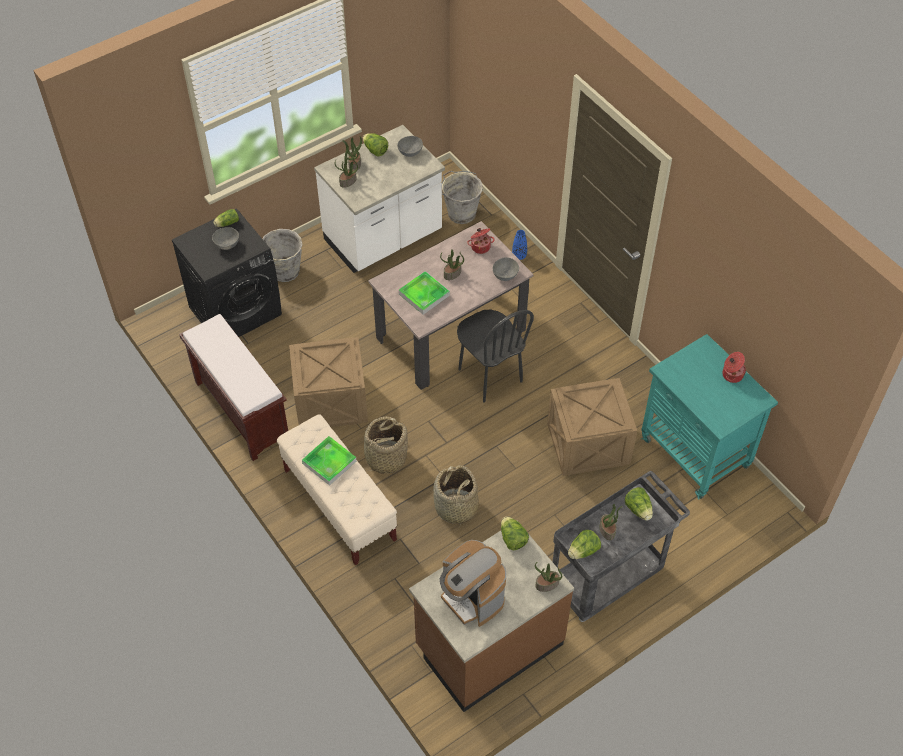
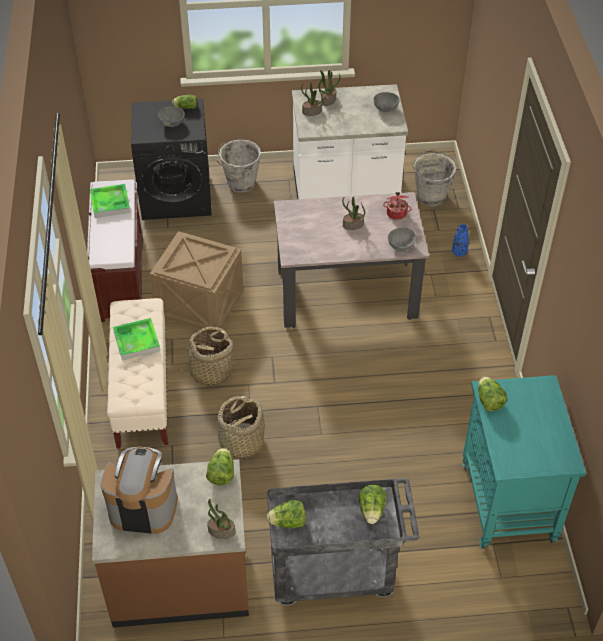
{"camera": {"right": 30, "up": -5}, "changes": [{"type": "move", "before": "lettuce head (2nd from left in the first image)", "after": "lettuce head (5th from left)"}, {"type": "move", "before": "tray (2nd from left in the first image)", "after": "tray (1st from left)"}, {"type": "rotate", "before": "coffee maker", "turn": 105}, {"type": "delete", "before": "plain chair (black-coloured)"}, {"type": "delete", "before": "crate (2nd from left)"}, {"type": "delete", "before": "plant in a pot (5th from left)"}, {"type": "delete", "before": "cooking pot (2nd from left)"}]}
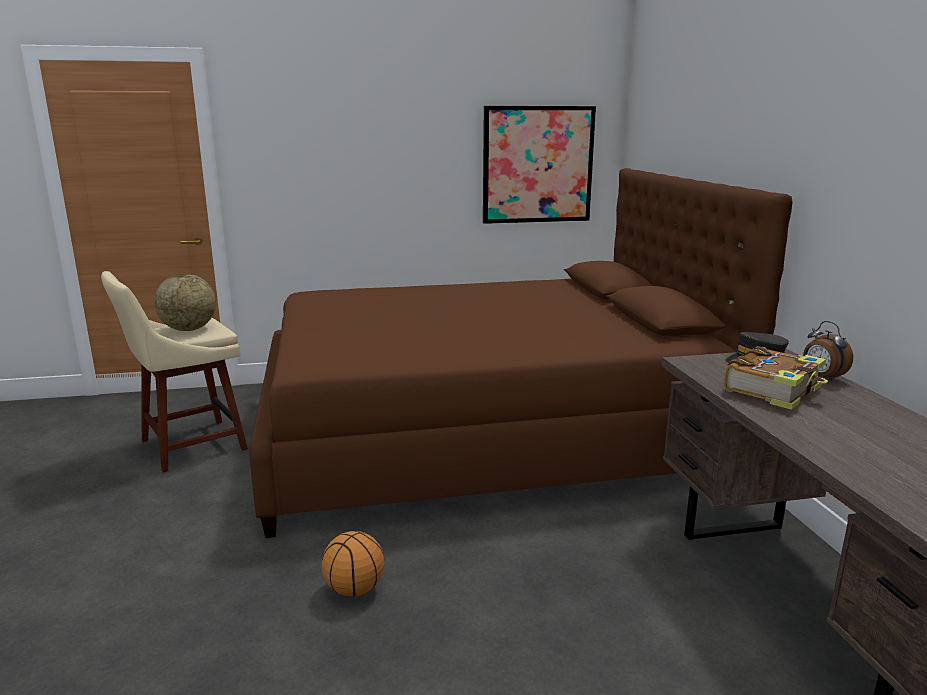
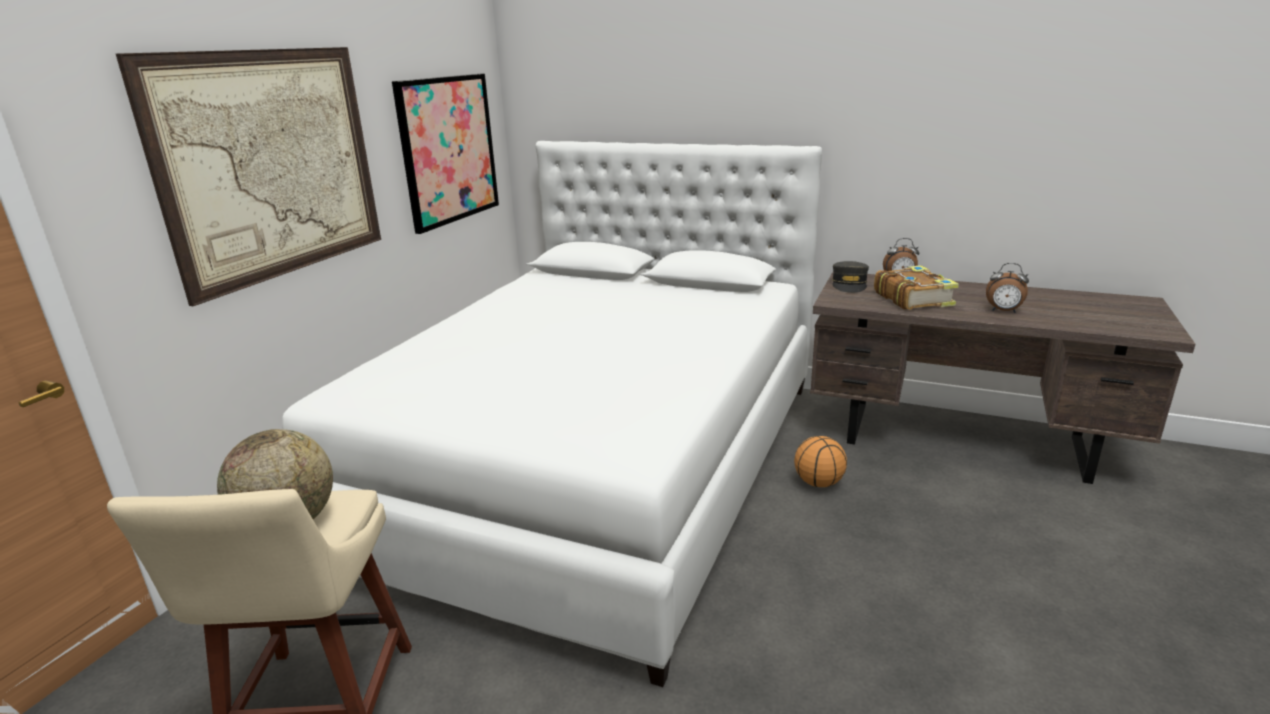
{"camera": {"right": -55, "up": 5}, "changes": [{"type": "recolor", "before": "bedroom bed (brown)", "after": "bedroom bed (whitish)"}, {"type": "move", "before": "basketball"}, {"type": "insert", "after": "picture (1st from left)"}, {"type": "insert", "after": "table clock (2nd from left)"}]}
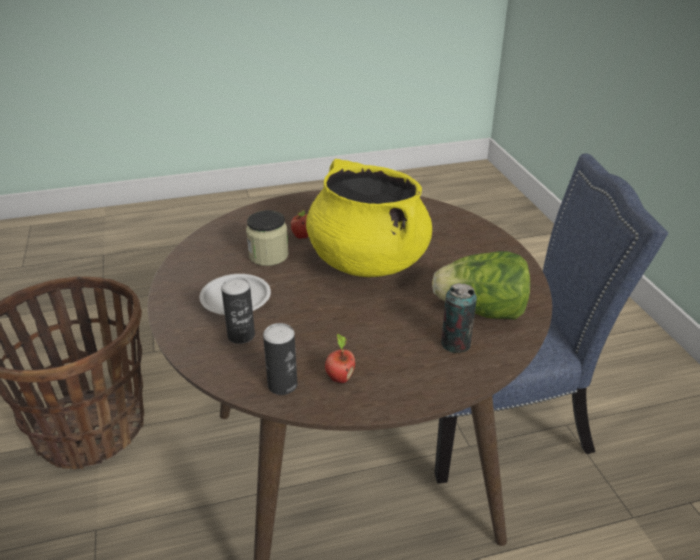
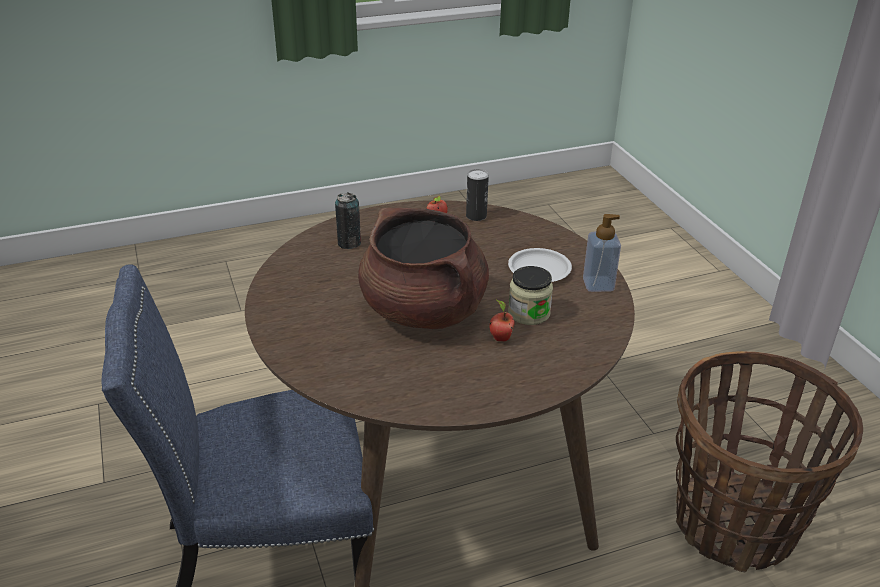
{"camera": {"right": 175, "up": 0}, "changes": [{"type": "delete", "before": "sealed can (1st from left)"}, {"type": "recolor", "before": "cooking pot (yellow-coloured)", "after": "cooking pot (brown)"}, {"type": "delete", "before": "lettuce head"}, {"type": "insert", "after": "liquid soap bottle"}]}
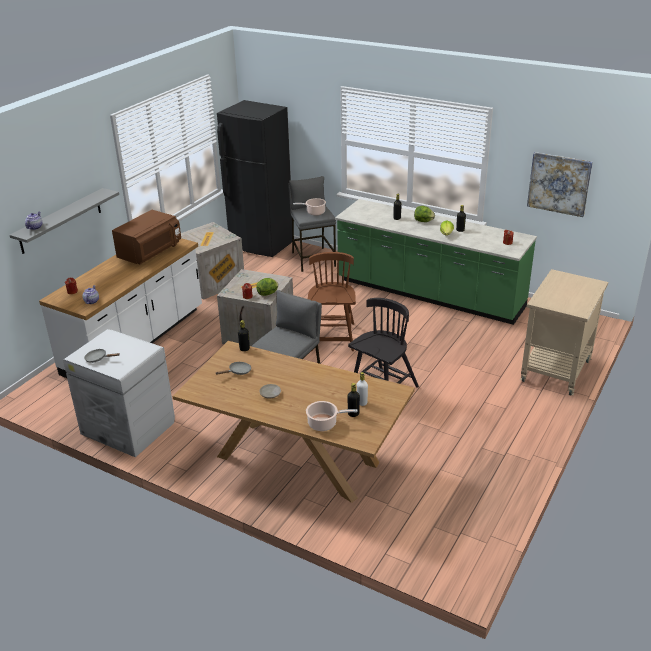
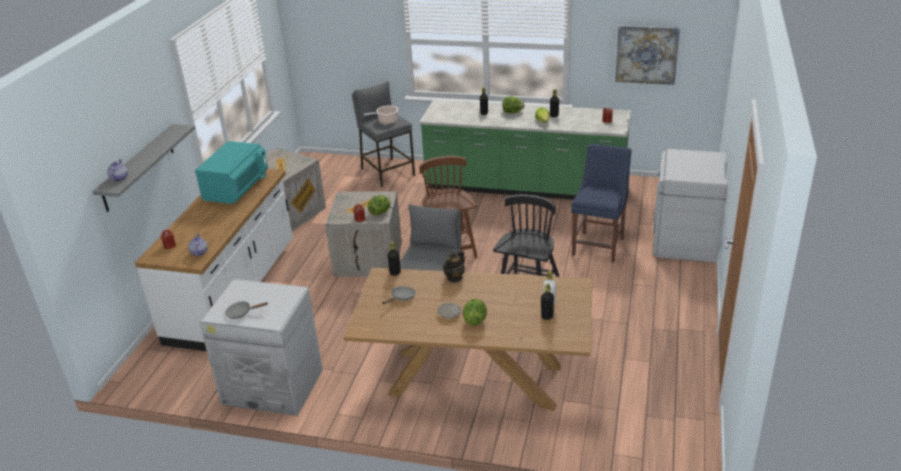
{"camera": {"right": -15, "up": 0}, "changes": [{"type": "recolor", "before": "microwave (brown)", "after": "microwave (turquoise-coloured)"}, {"type": "delete", "before": "refrigerator (black-coloured)"}, {"type": "delete", "before": "cooking pot (2nd from left)"}, {"type": "replace", "before": "cart (beige-coloured)", "after": "laundry appliance (whitish) (2nd from left)"}, {"type": "insert", "after": "teapot (3rd from left)"}, {"type": "insert", "after": "lettuce head (2nd from left)"}, {"type": "insert", "after": "plain chair (bluish)"}]}
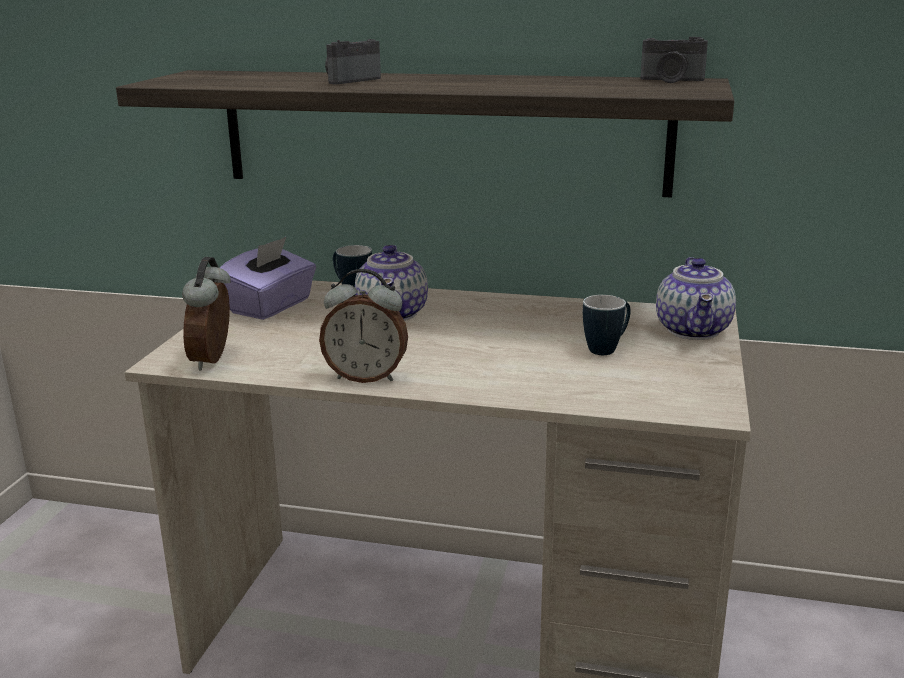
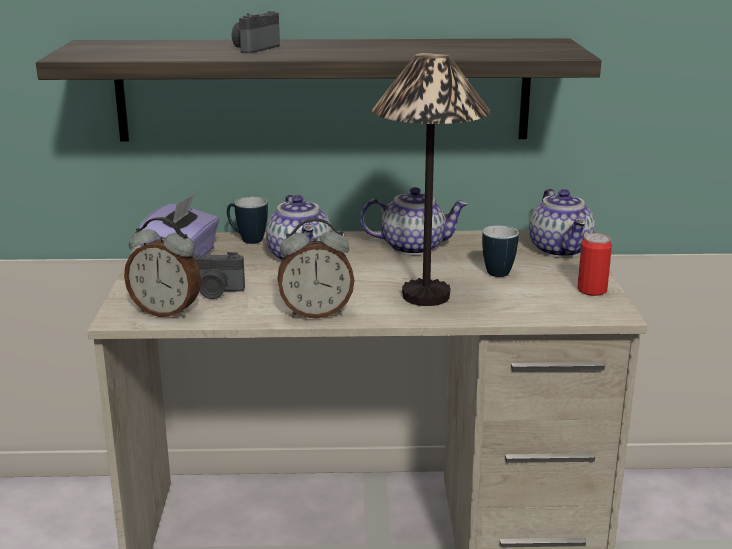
{"camera": {"right": -15, "up": 0}, "changes": [{"type": "rotate", "before": "table clock (1st from left)", "turn": -60}, {"type": "move", "before": "still camera (2nd from left in the first image)", "after": "still camera (1st from left)"}, {"type": "insert", "after": "teapot (2nd from left)"}, {"type": "insert", "after": "tabletop lamp"}, {"type": "insert", "after": "sealed can"}]}
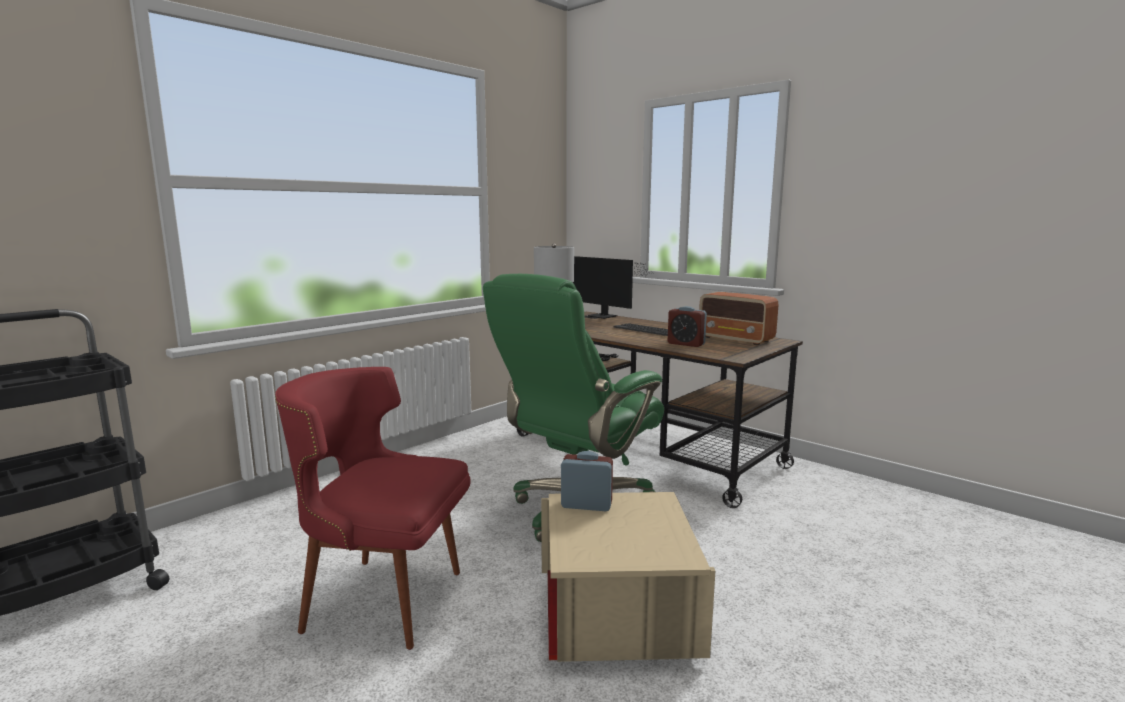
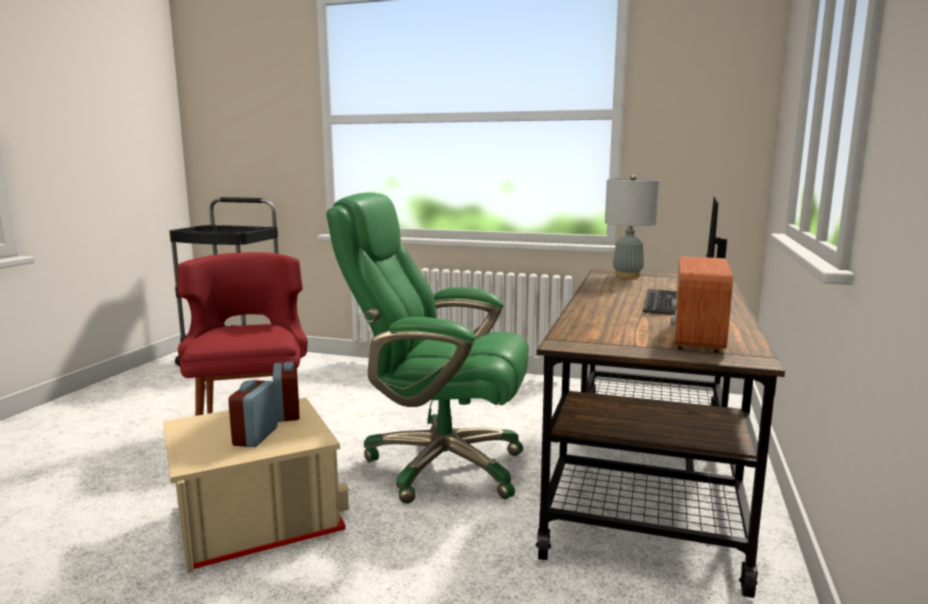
{"camera": {"right": 65, "up": 0}, "changes": [{"type": "move", "before": "table clock (2nd from left in the first image)", "after": "table clock (1st from left)"}]}
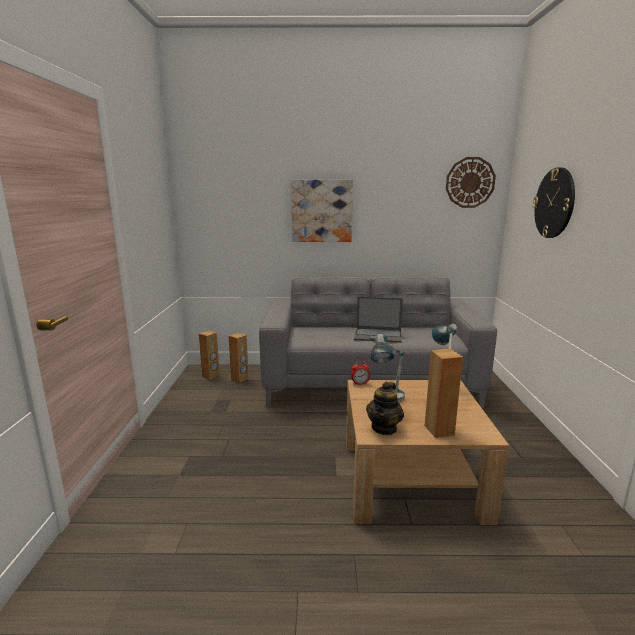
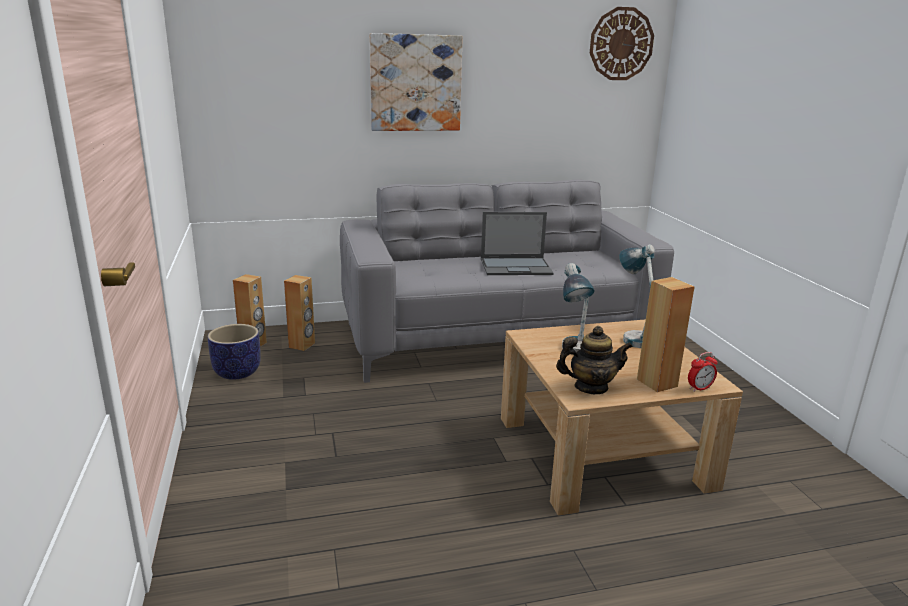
{"camera": {"right": -15, "up": 5}, "changes": [{"type": "move", "before": "table clock"}, {"type": "rotate", "before": "teapot", "turn": -105}, {"type": "delete", "before": "clock on the wall (2nd from left)"}, {"type": "insert", "after": "plant pot"}]}
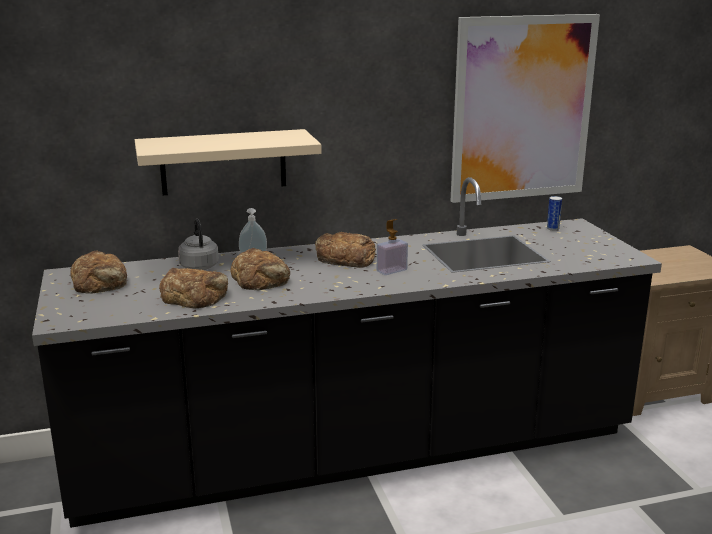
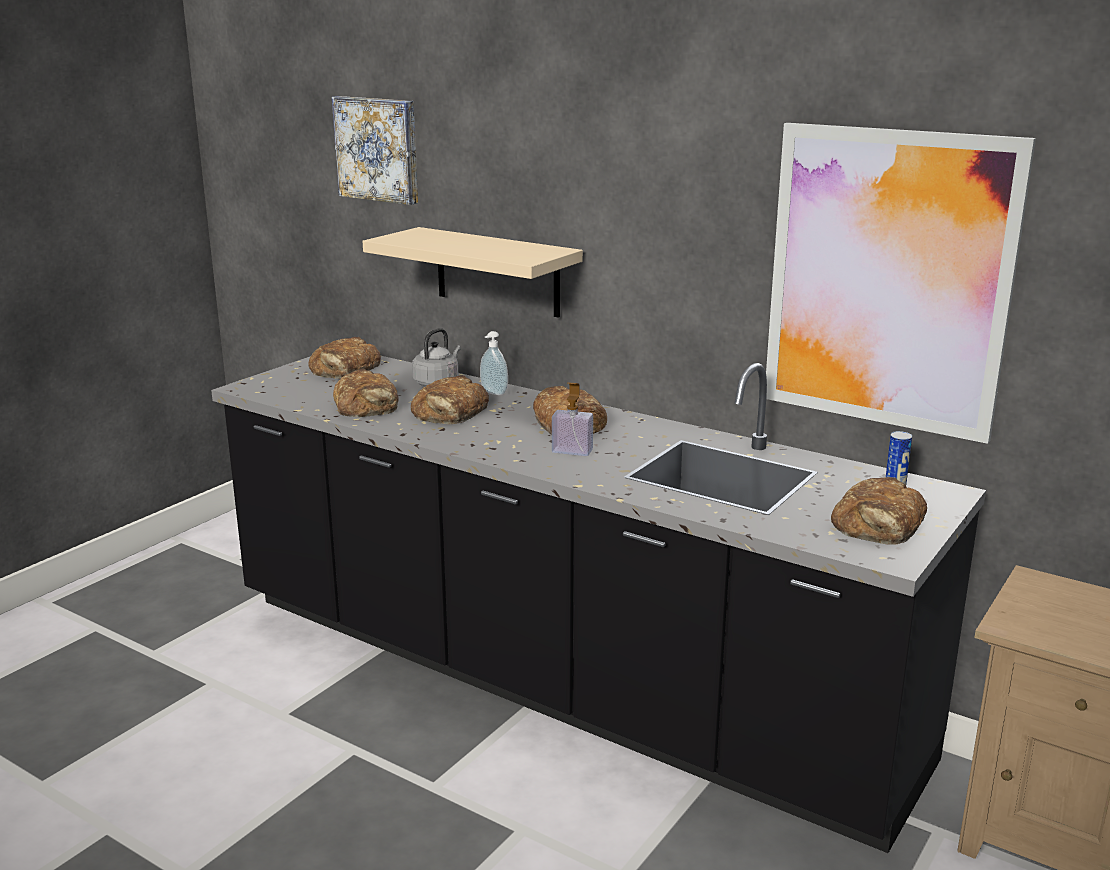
{"camera": {"right": 50, "up": 0}, "changes": [{"type": "insert", "after": "picture (1st from left)"}, {"type": "insert", "after": "bread (5th from left)"}]}
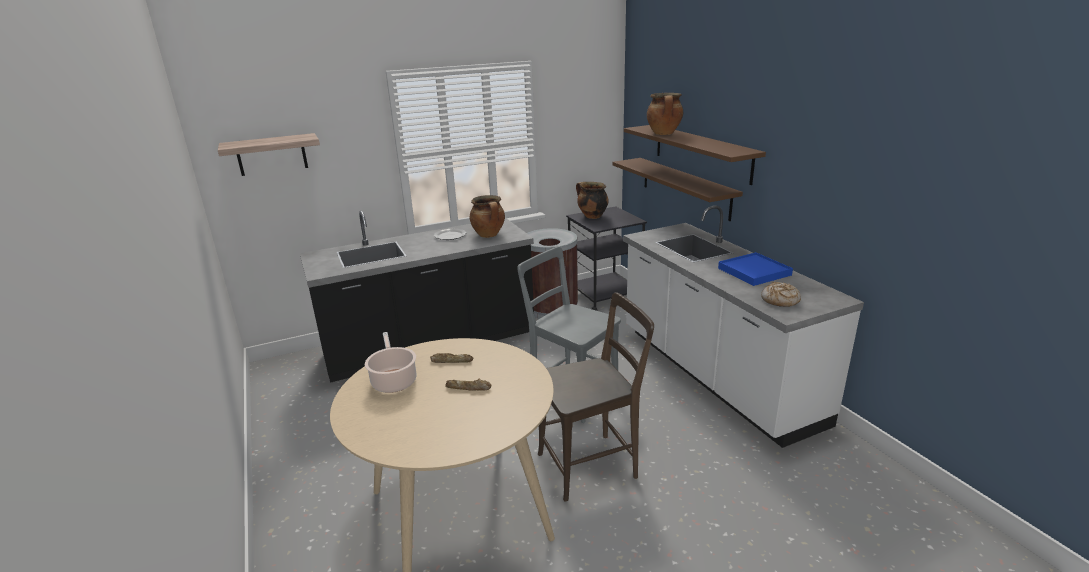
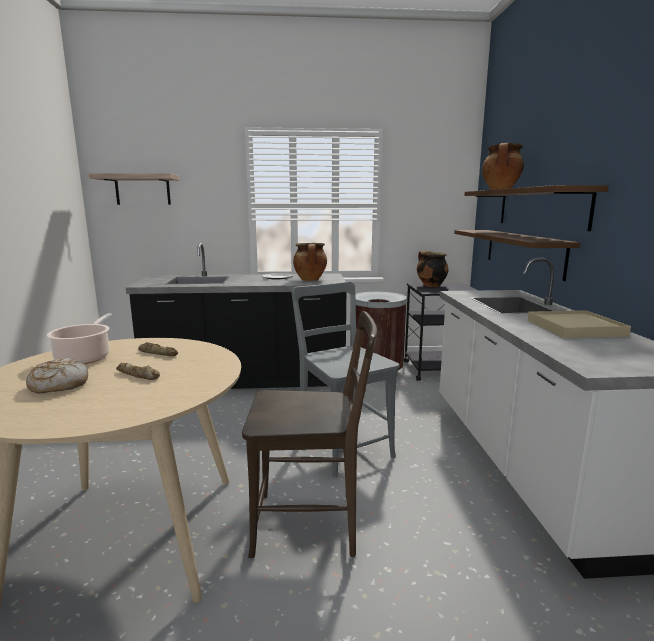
{"camera": {"right": 20, "up": -10}, "changes": [{"type": "recolor", "before": "tray (bluish)", "after": "tray (beige-coloured)"}, {"type": "move", "before": "bread (3rd from left in the first image)", "after": "bread (1st from left)"}]}
